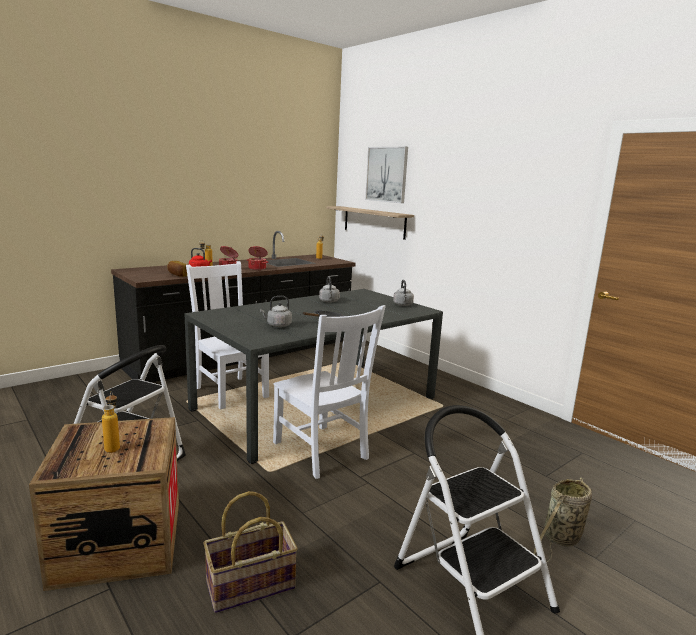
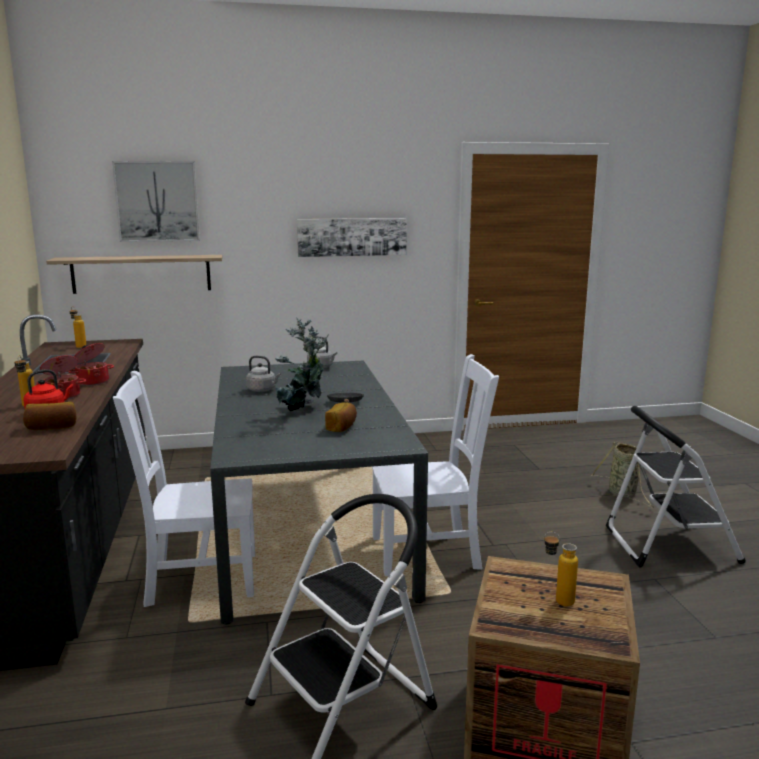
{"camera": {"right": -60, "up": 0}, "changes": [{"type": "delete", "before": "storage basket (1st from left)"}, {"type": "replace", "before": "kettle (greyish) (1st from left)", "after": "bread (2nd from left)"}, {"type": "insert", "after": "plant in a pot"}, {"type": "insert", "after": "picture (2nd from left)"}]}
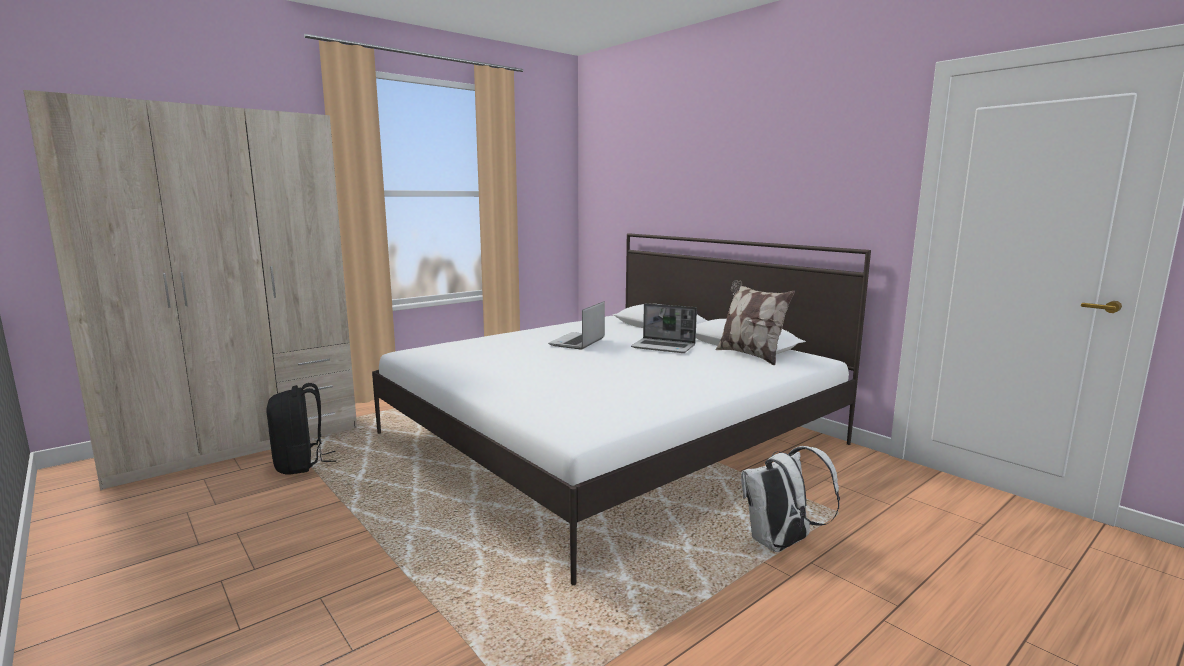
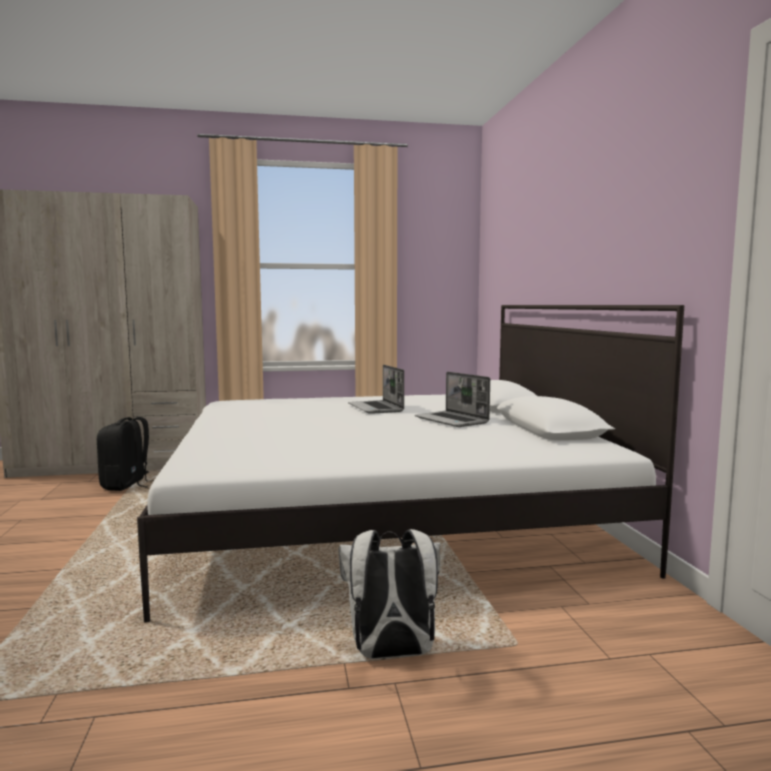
{"camera": {"right": 30, "up": -5}, "changes": [{"type": "rotate", "before": "notebook computer (1st from left)", "turn": -75}, {"type": "delete", "before": "cushion"}]}
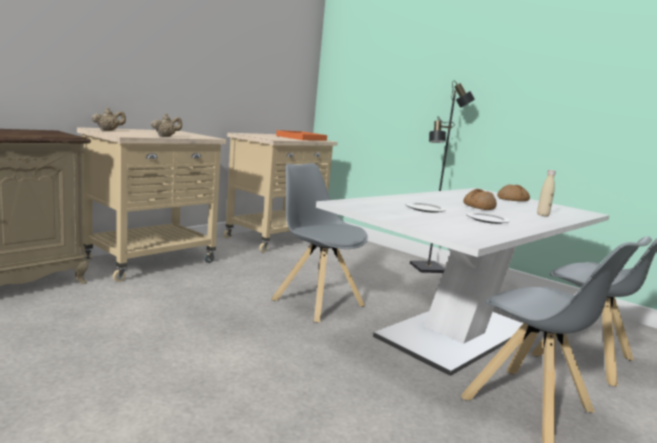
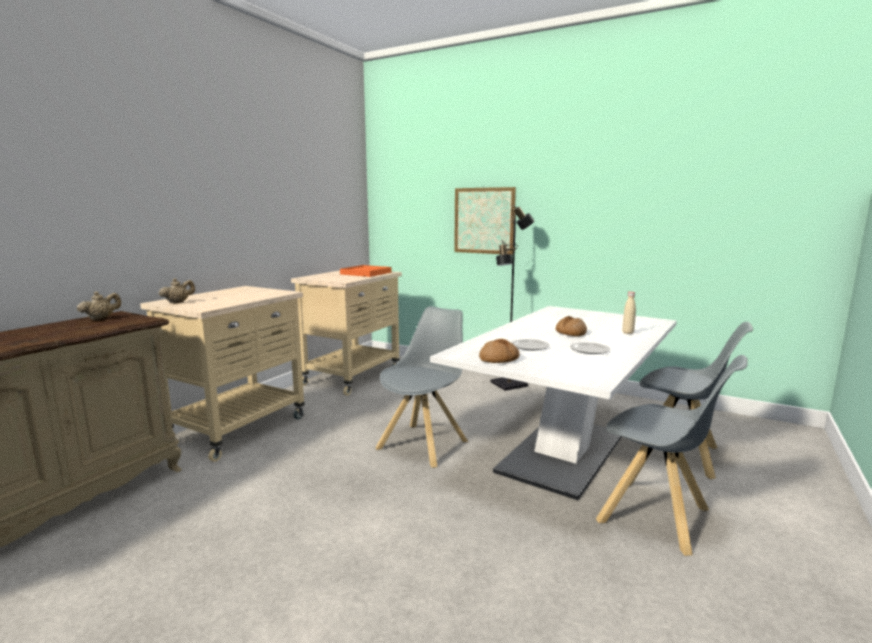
{"camera": {"right": -10, "up": 0}, "changes": [{"type": "move", "before": "teapot (beige-coloured) (2nd from left in the first image)", "after": "teapot (beige-coloured) (1st from left)"}, {"type": "rotate", "before": "plain chair (greyish) (1st from left)", "turn": 90}, {"type": "move", "before": "bread (2nd from left in the first image)", "after": "bread (1st from left)"}, {"type": "insert", "after": "picture"}]}
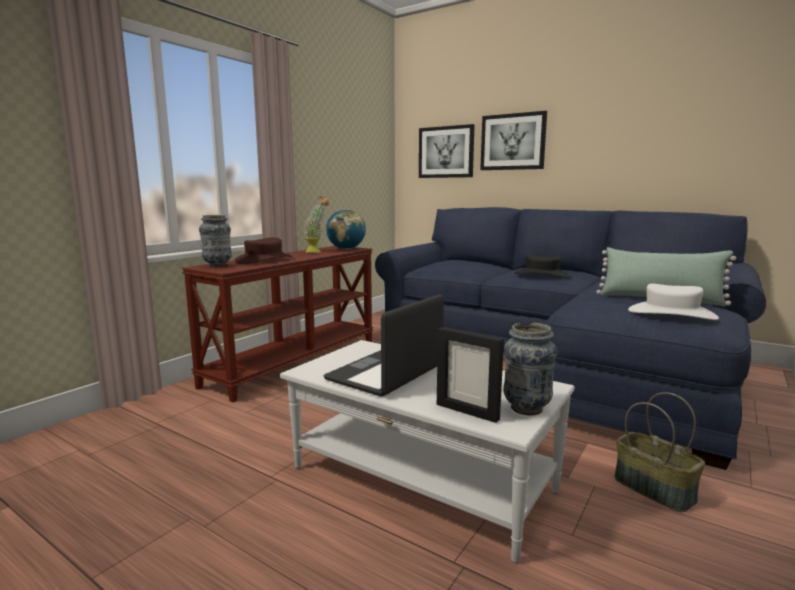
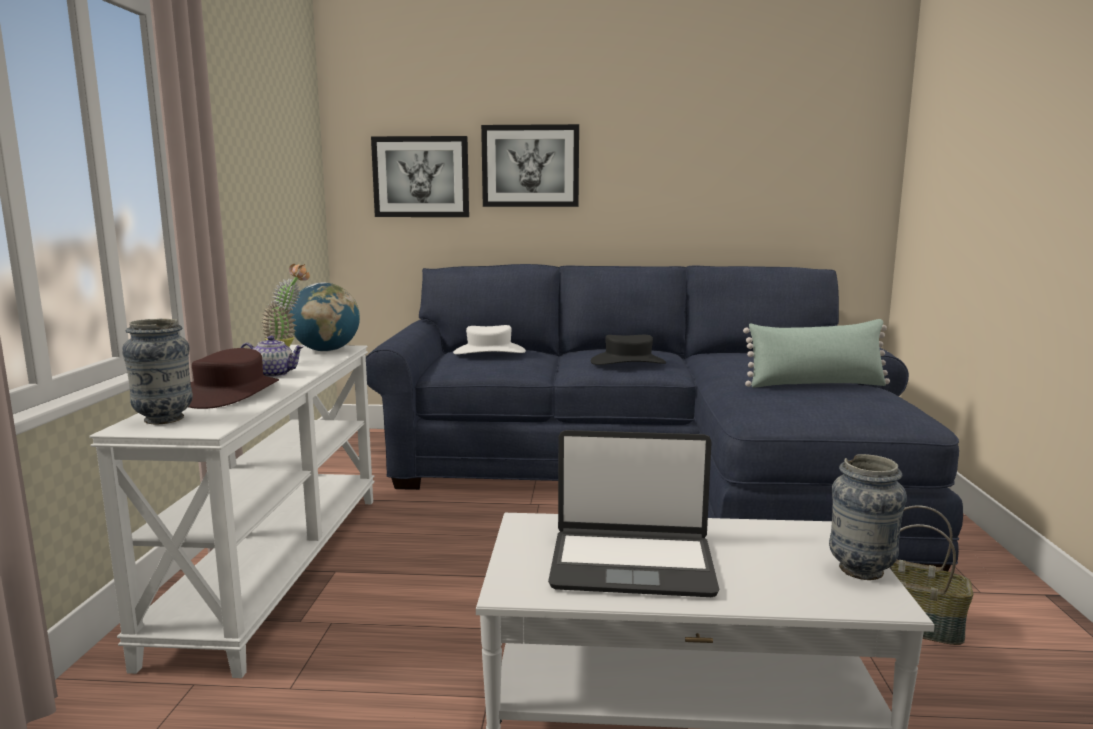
{"camera": {"right": -30, "up": 0}, "changes": [{"type": "recolor", "before": "console table (brown)", "after": "console table (whitish)"}, {"type": "rotate", "before": "notebook computer", "turn": -90}, {"type": "delete", "before": "photo frame"}, {"type": "move", "before": "hat (whitish)"}, {"type": "insert", "after": "teapot"}]}
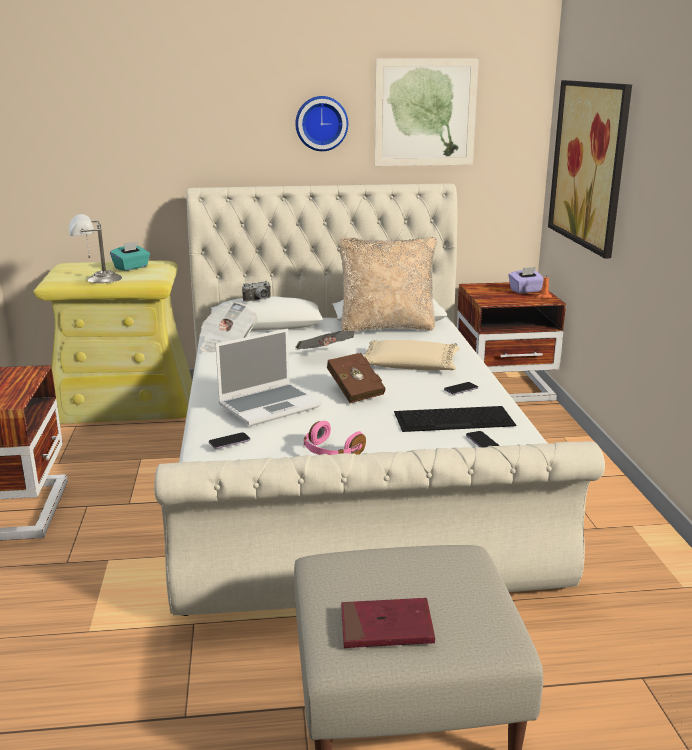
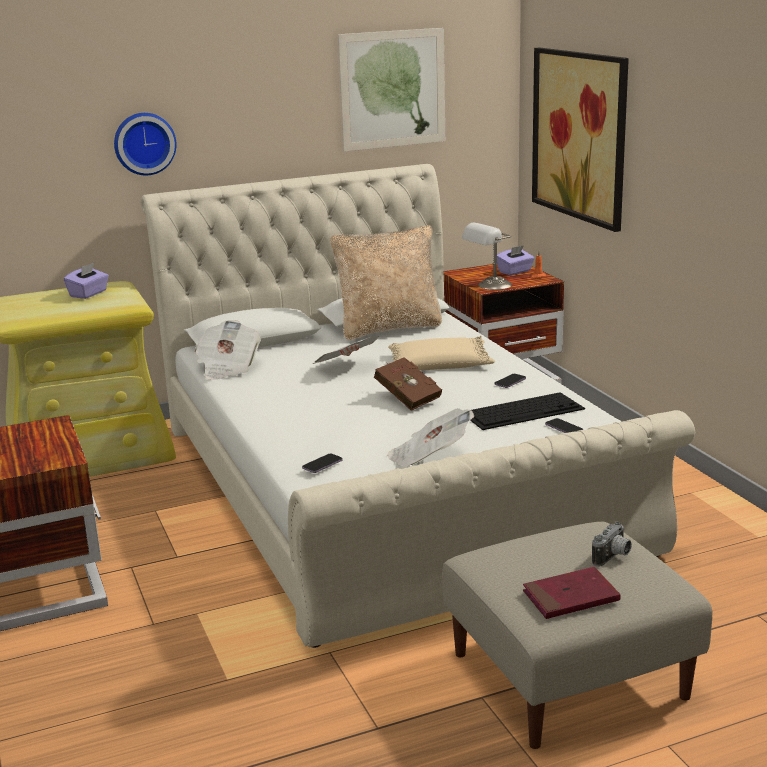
{"camera": {"right": -15, "up": 0}, "changes": [{"type": "move", "before": "tabletop lamp (whitish)"}, {"type": "recolor", "before": "tissue holder (turquoise-coloured)", "after": "tissue holder (purplish) (1st from left)"}, {"type": "delete", "before": "notebook computer"}, {"type": "move", "before": "still camera"}, {"type": "move", "before": "clock on the wall"}, {"type": "replace", "before": "headphones (pinkish)", "after": "printed paper (3rd from left)"}]}
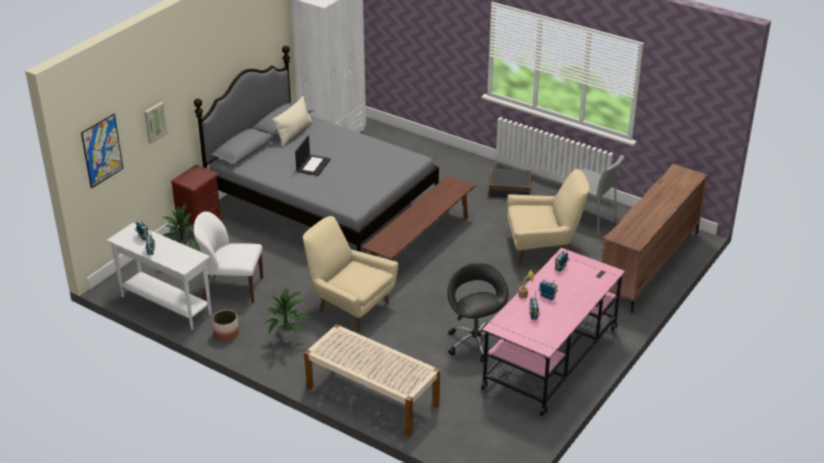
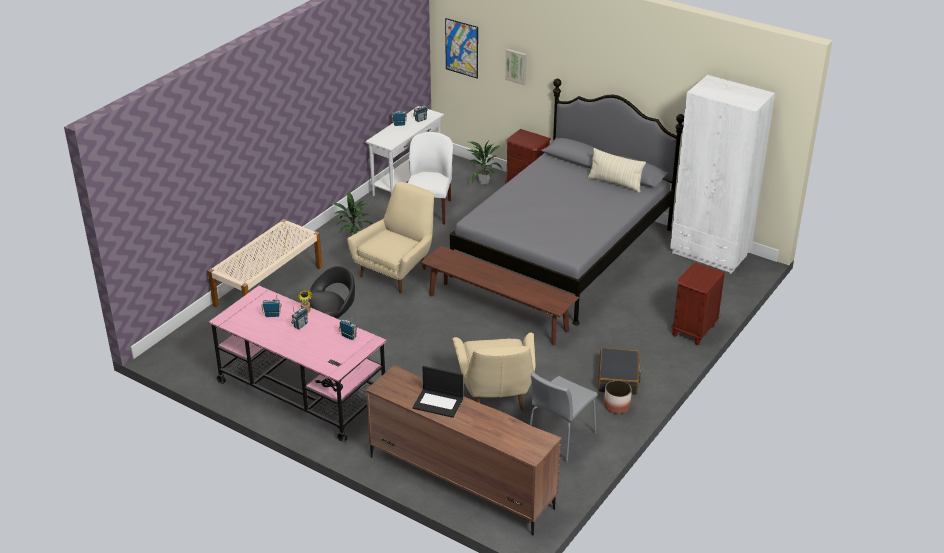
{"camera": {"right": 90, "up": 0}, "changes": [{"type": "move", "before": "plant pot"}, {"type": "move", "before": "notebook computer"}, {"type": "insert", "after": "bedside table (brown) (2nd from left)"}]}
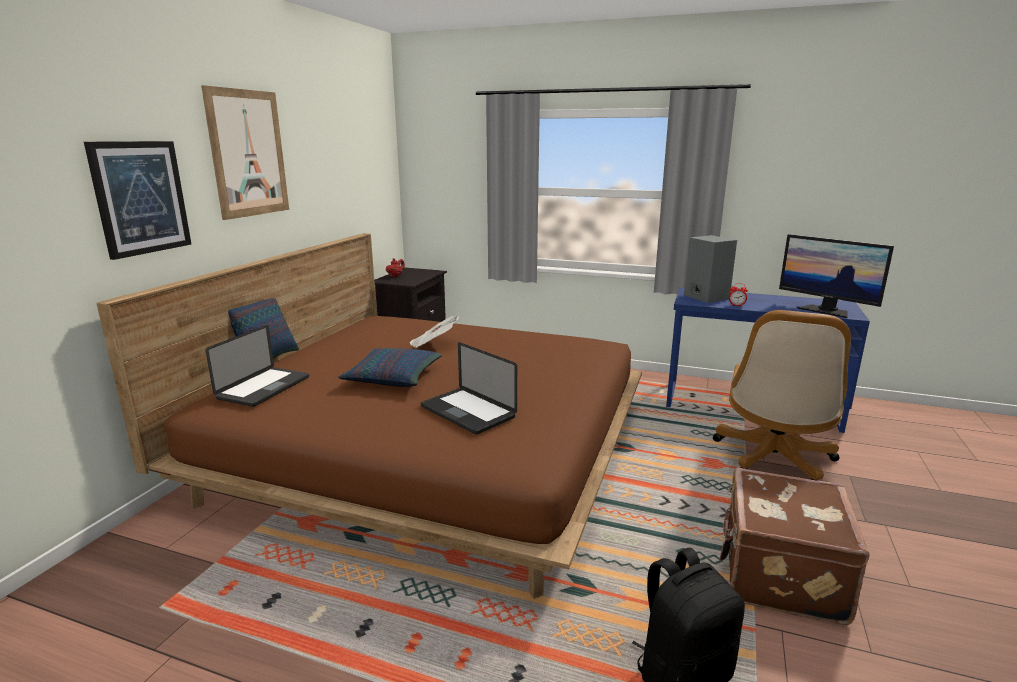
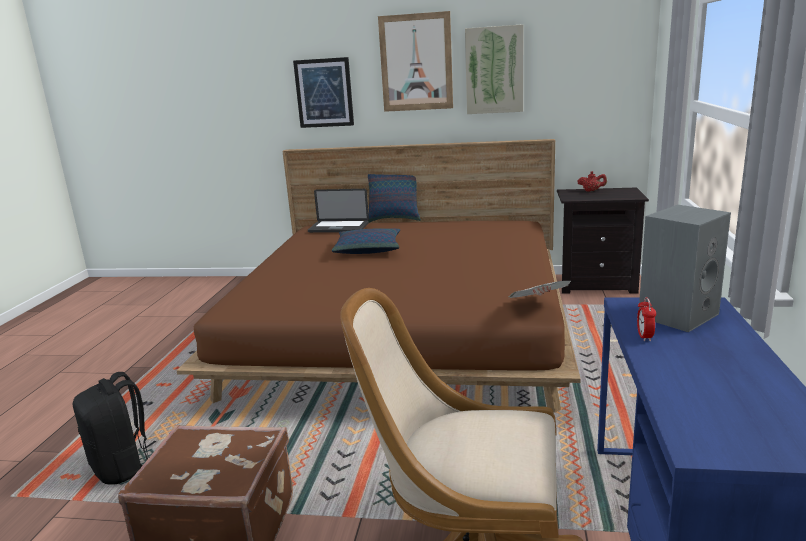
{"camera": {"right": 80, "up": 0}, "changes": [{"type": "move", "before": "printed paper"}, {"type": "delete", "before": "notebook computer (2nd from left)"}, {"type": "delete", "before": "monitor"}, {"type": "insert", "after": "picture (3rd from left)"}]}
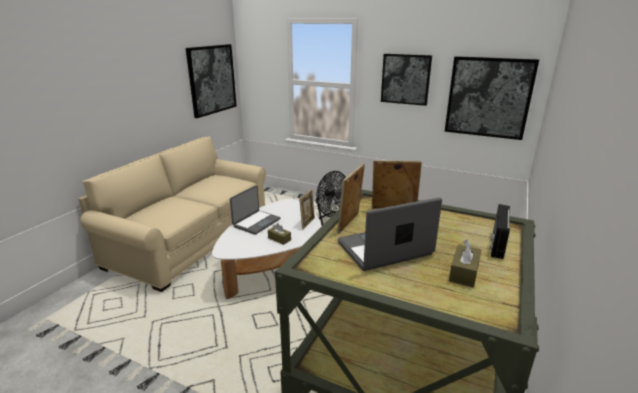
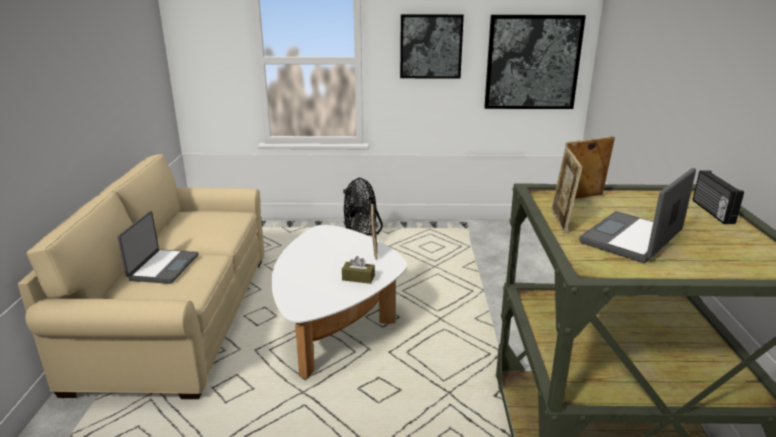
{"camera": {"right": -25, "up": 0}, "changes": [{"type": "delete", "before": "picture (1st from left)"}, {"type": "move", "before": "notebook computer (1st from left)"}, {"type": "delete", "before": "tissue holder (brown) (2nd from left)"}]}
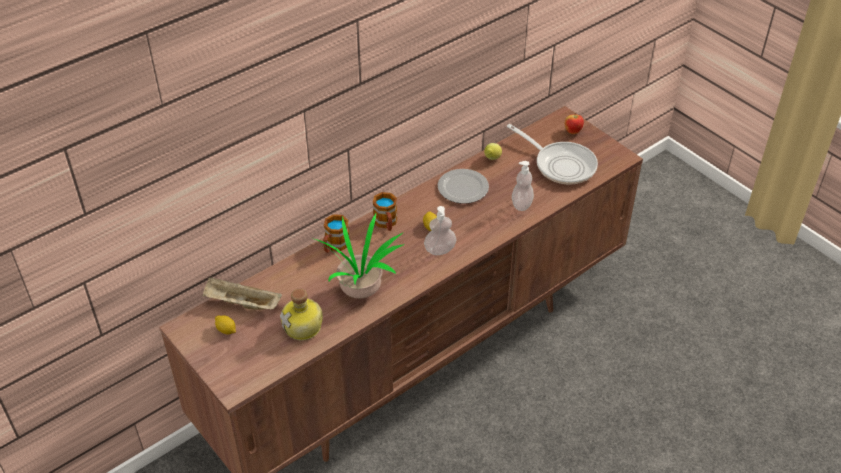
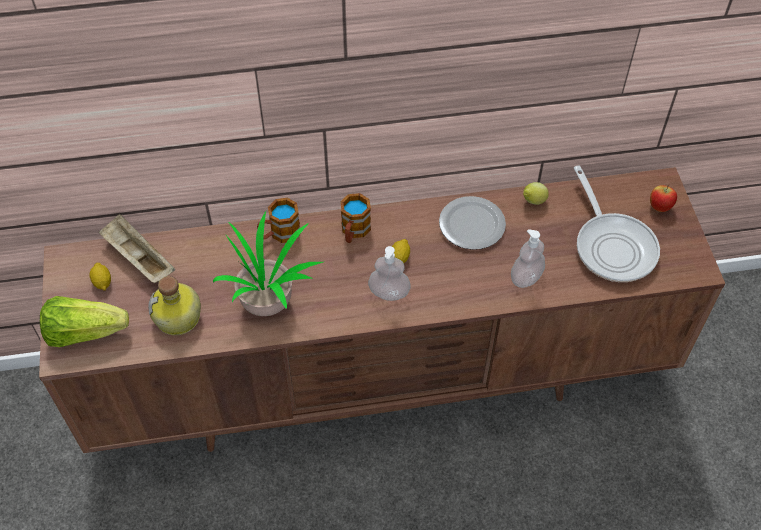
{"camera": {"right": 30, "up": 10}, "changes": [{"type": "insert", "after": "lettuce head"}]}
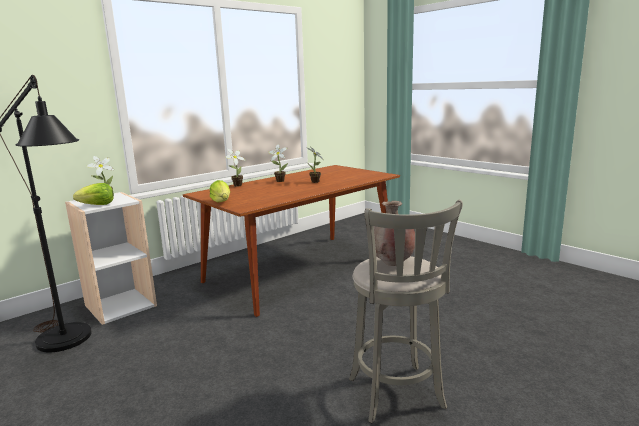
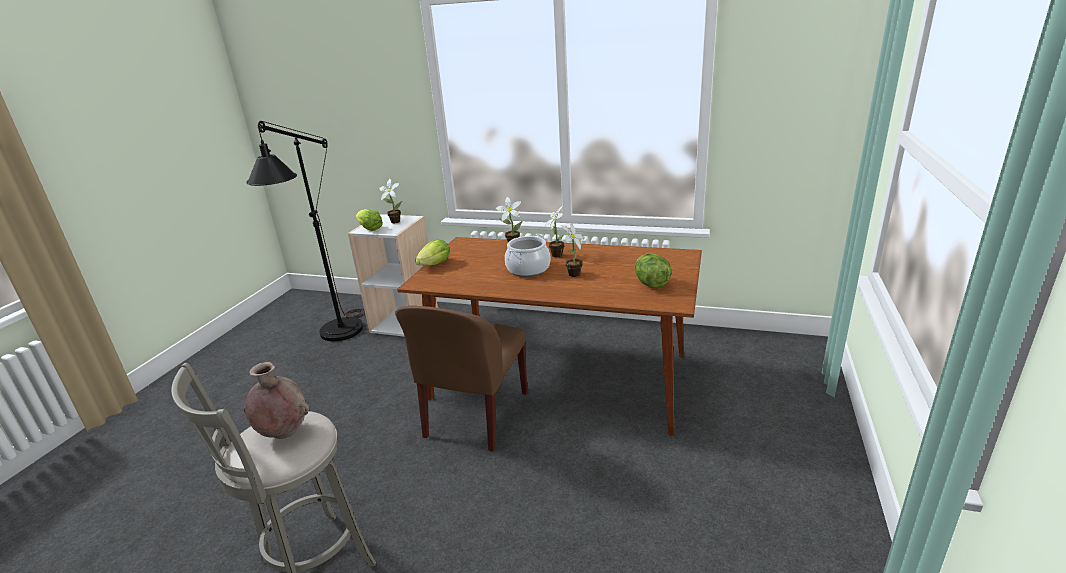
{"camera": {"right": 60, "up": 10}, "changes": [{"type": "insert", "after": "plain chair (brown)"}, {"type": "insert", "after": "cooking pot"}, {"type": "insert", "after": "lettuce head (3rd from left)"}]}
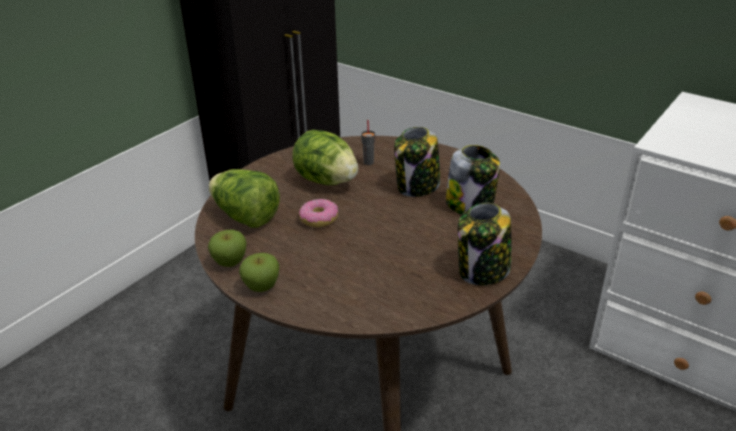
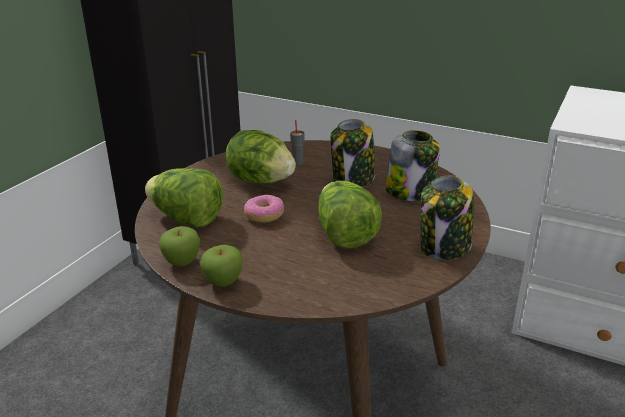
{"camera": {"right": -10, "up": -5}, "changes": [{"type": "insert", "after": "lettuce head (3rd from left)"}]}
